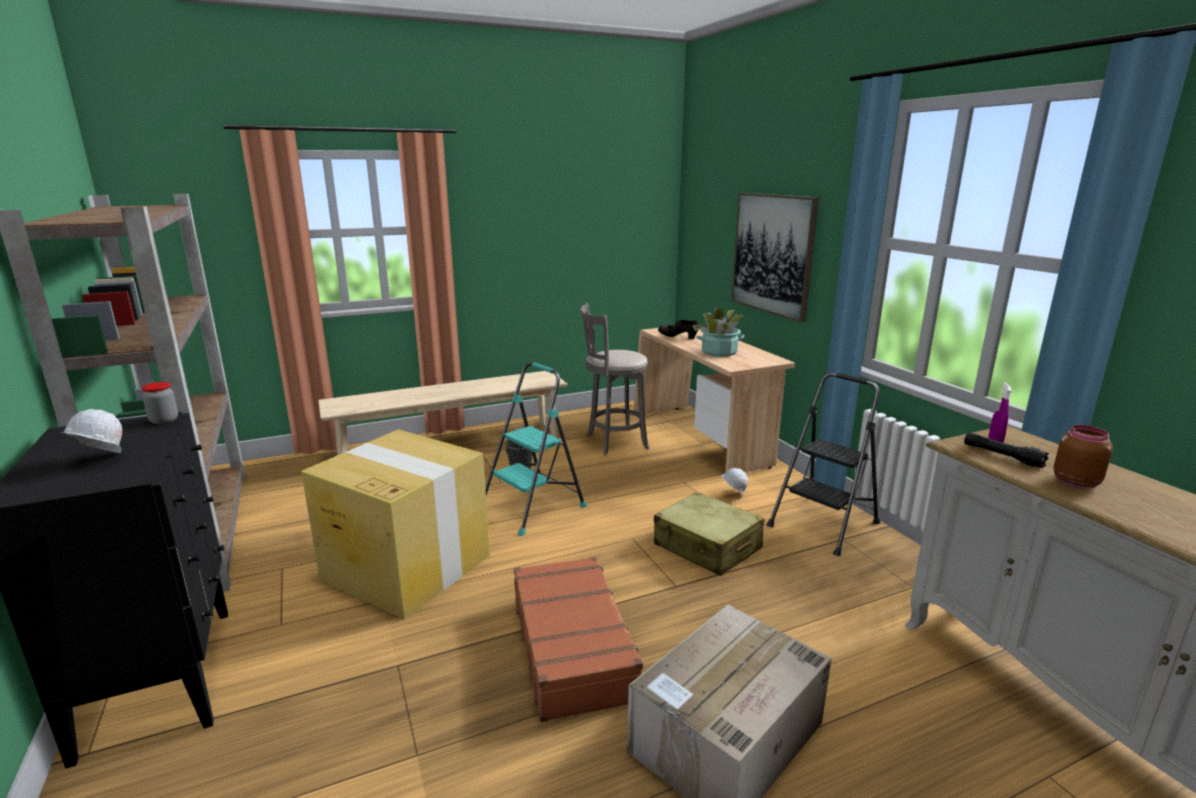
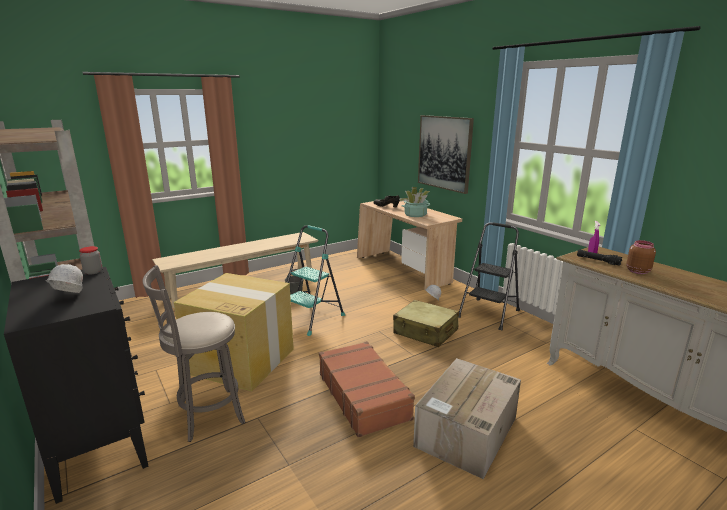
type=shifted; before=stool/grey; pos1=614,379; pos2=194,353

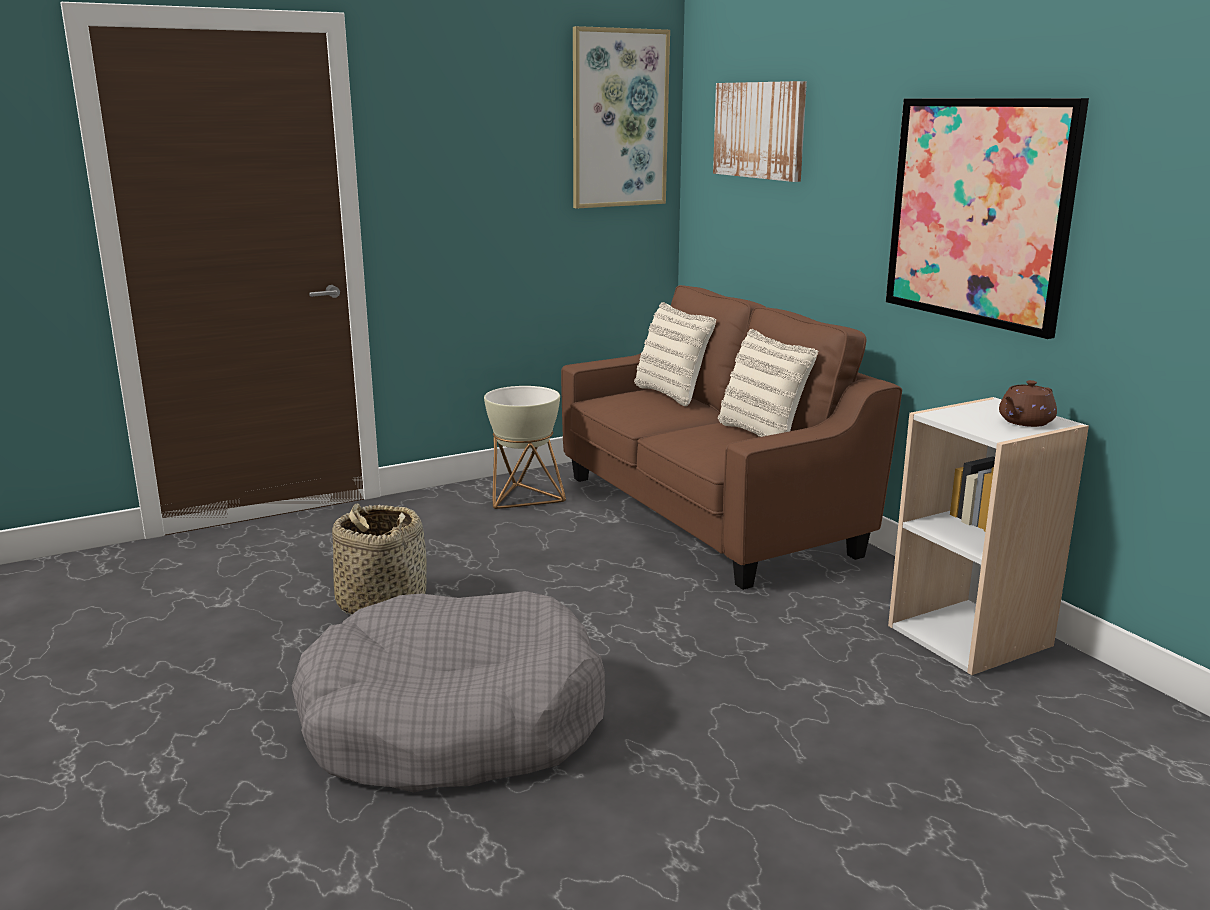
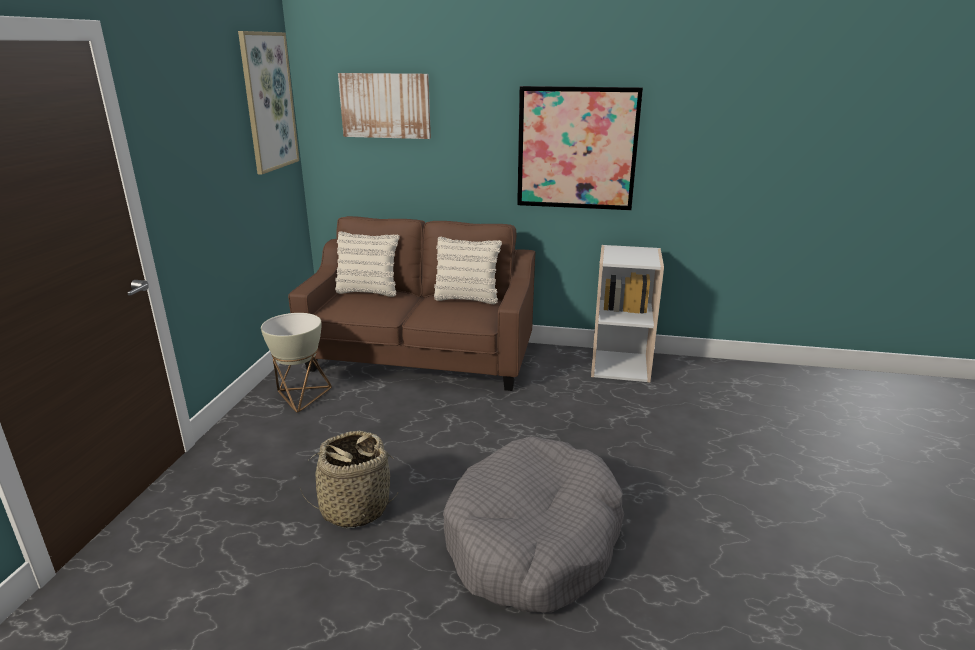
type=gone; before=teapot/brown; pos1=1028,403

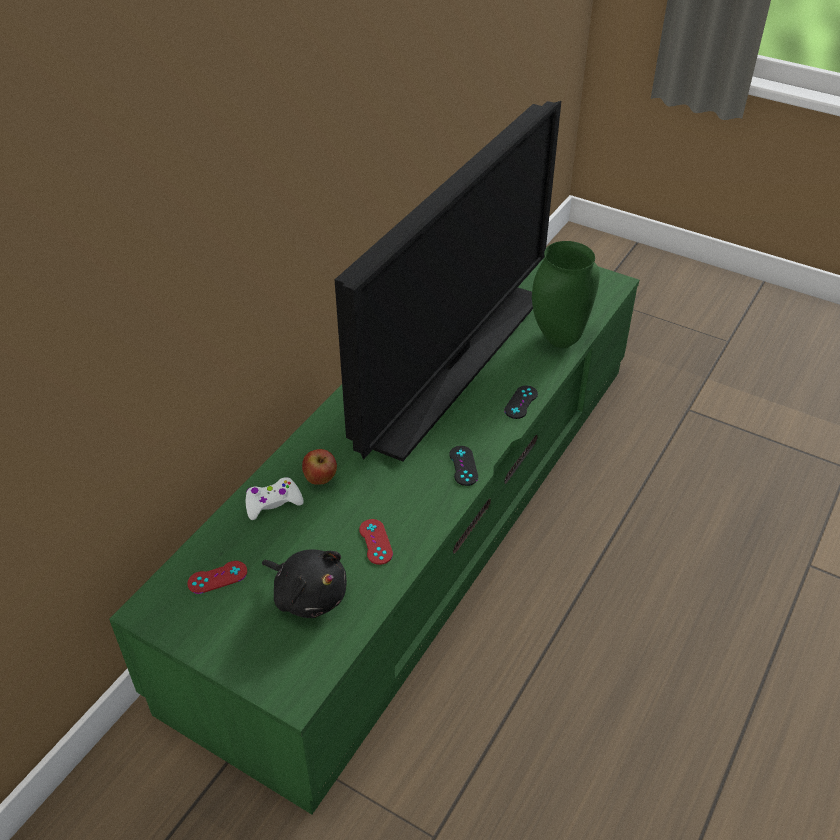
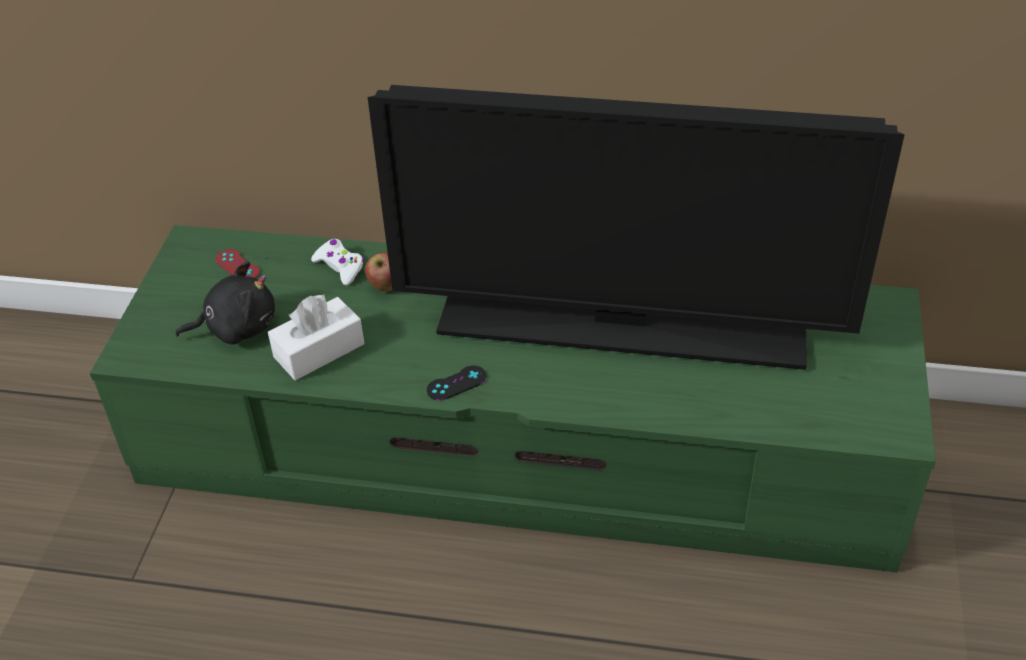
type=gone; before=vase/green; pos1=566,294
type=gone; before=game controller/black; pos1=521,402
type=swapped; before=game controller/red; after=tissue box/white; pos1=376,542; pos2=316,337
type=rotated; before=plush toy/black; pos1=304,583; pos2=225,303; turn=-120

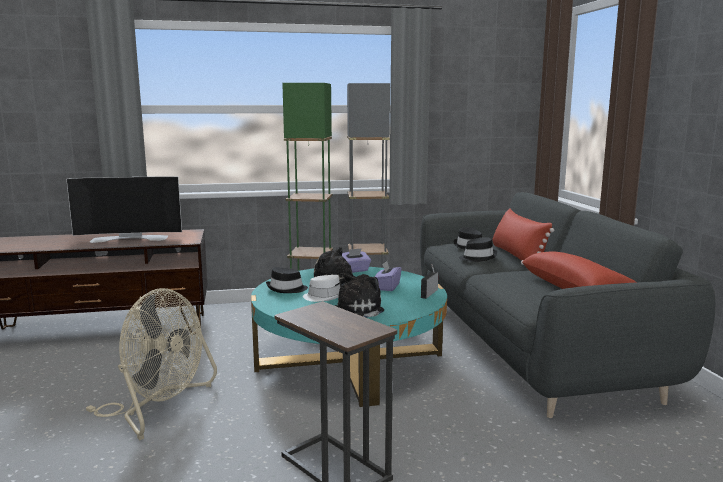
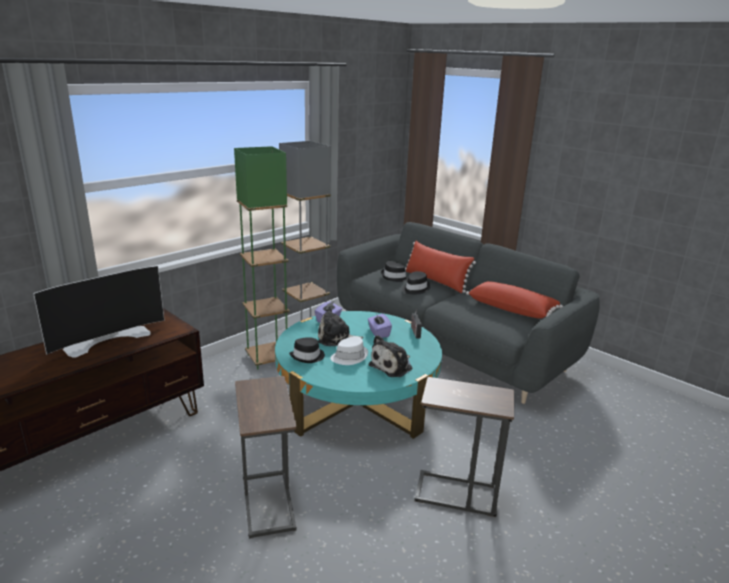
type=rotated; before=plush toy; pos1=359,295; pos2=390,356; turn=-150
type=swapped; before=fan/beige; after=side table/brown; pos1=151,364; pos2=266,457

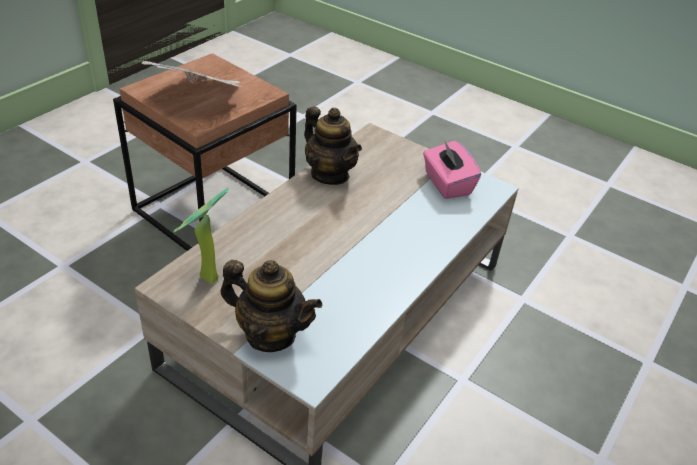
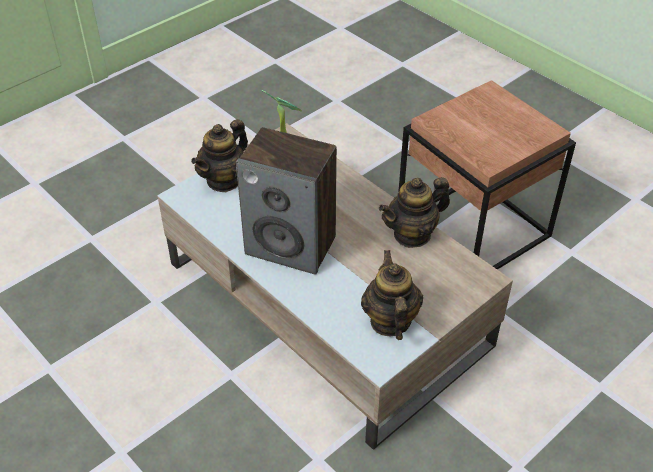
type=gone; before=newspaper; pos1=192,74
type=swapped; before=tissue box/pink; after=teapot; pos1=452,170; pos2=392,295
type=new; after=speaker; pos2=286,201

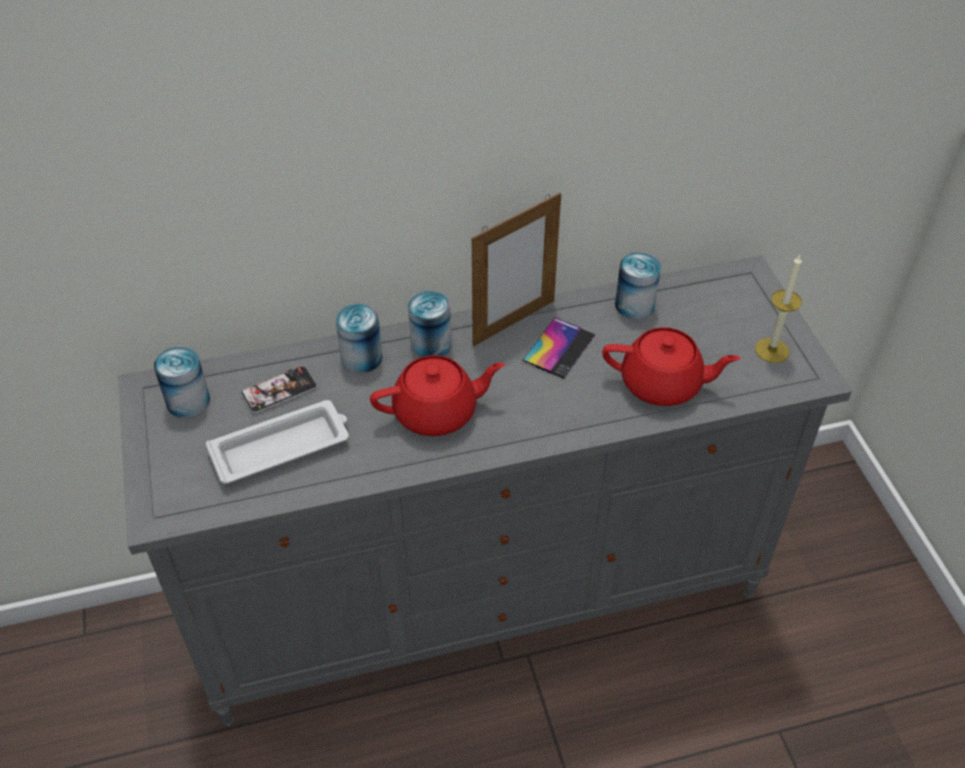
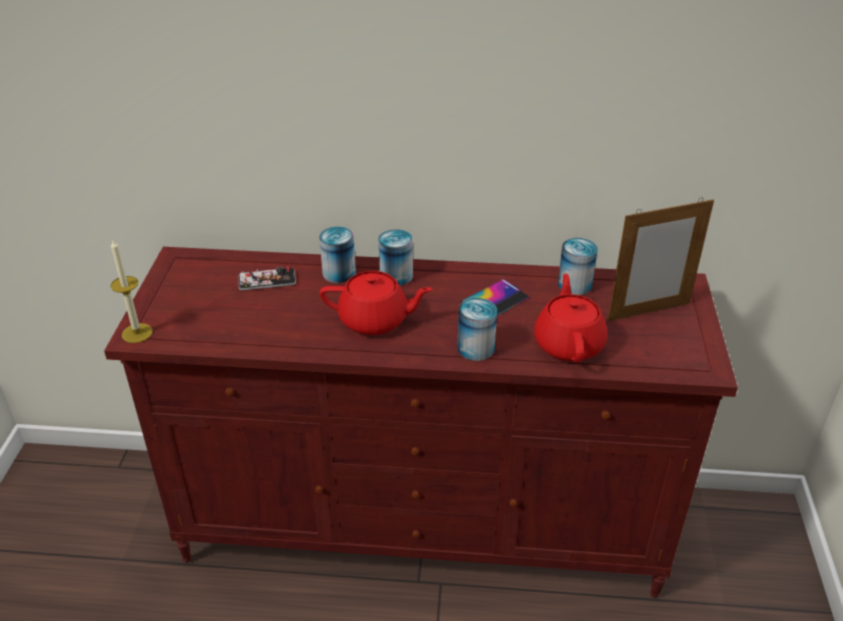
type=shifted; before=picture frame; pos1=516,269; pos2=661,259
type=shifted; before=candle; pos1=778,308; pos2=132,291
type=repainted; before=dresser/grey; after=dresser/red; pos1=485,490; pos2=421,422
type=rotated; before=teapot/red; pos1=671,366; pos2=570,317; turn=-120
type=shifted; before=can; pos1=182,382; pos2=477,329
type=gone; before=tray/white; pos1=277,442

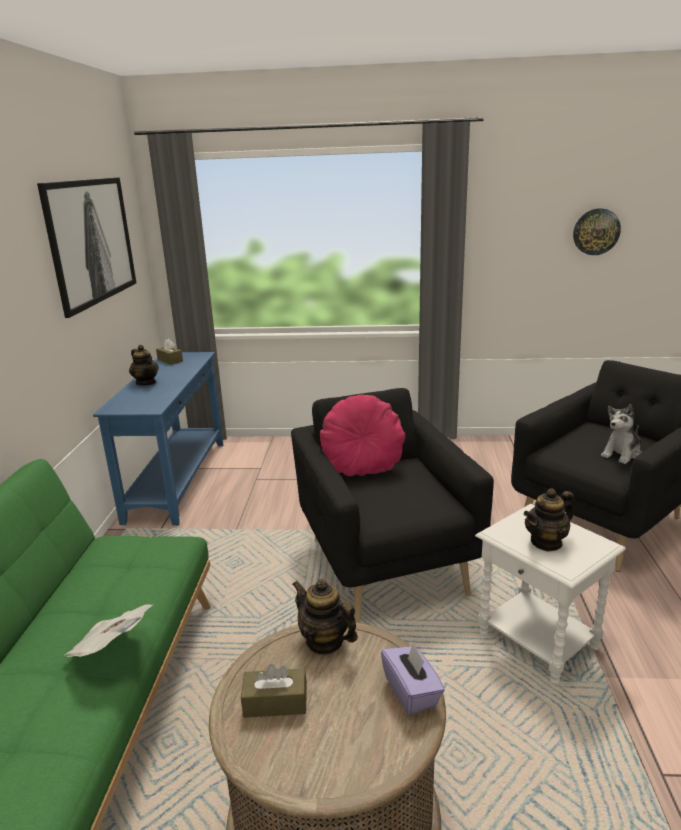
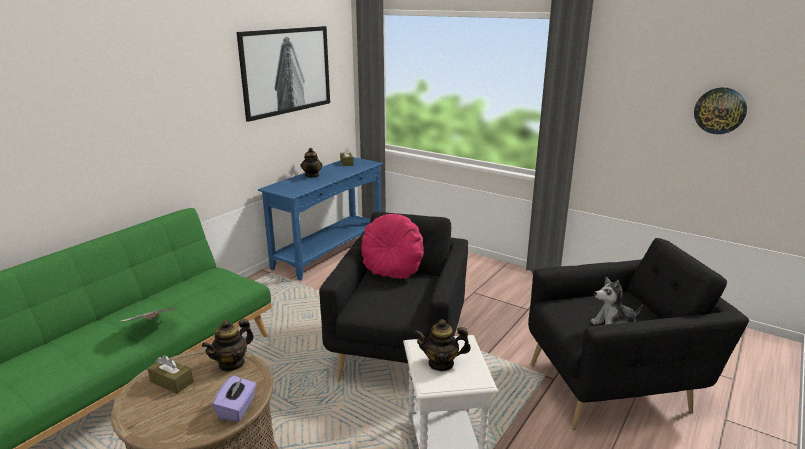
type=rotated; before=teapot; pos1=325,617; pos2=228,345; turn=-120

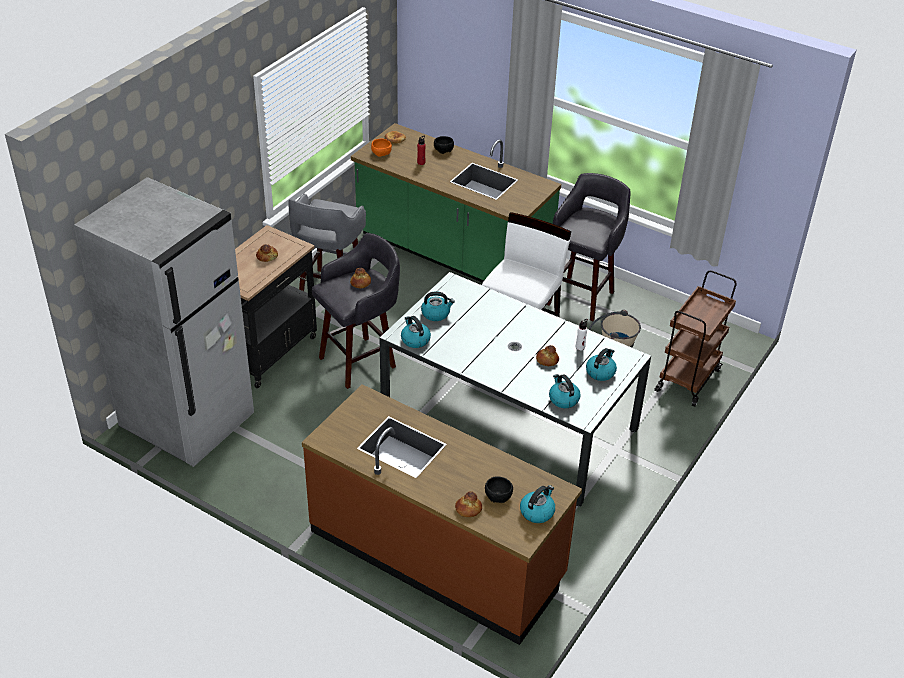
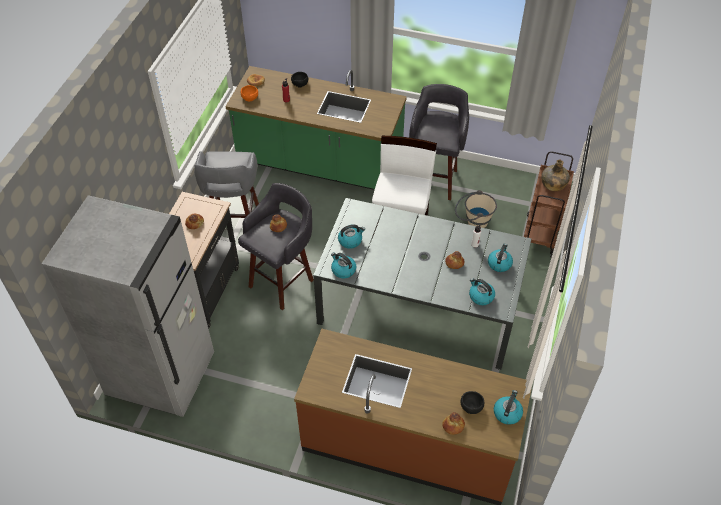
type=new; after=bottle/green; pos2=555,175

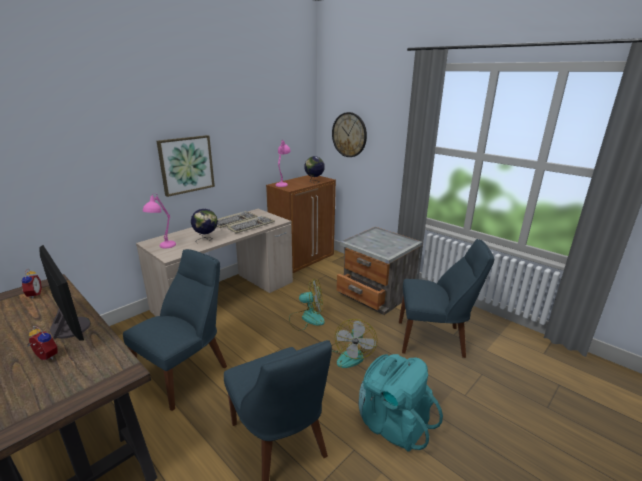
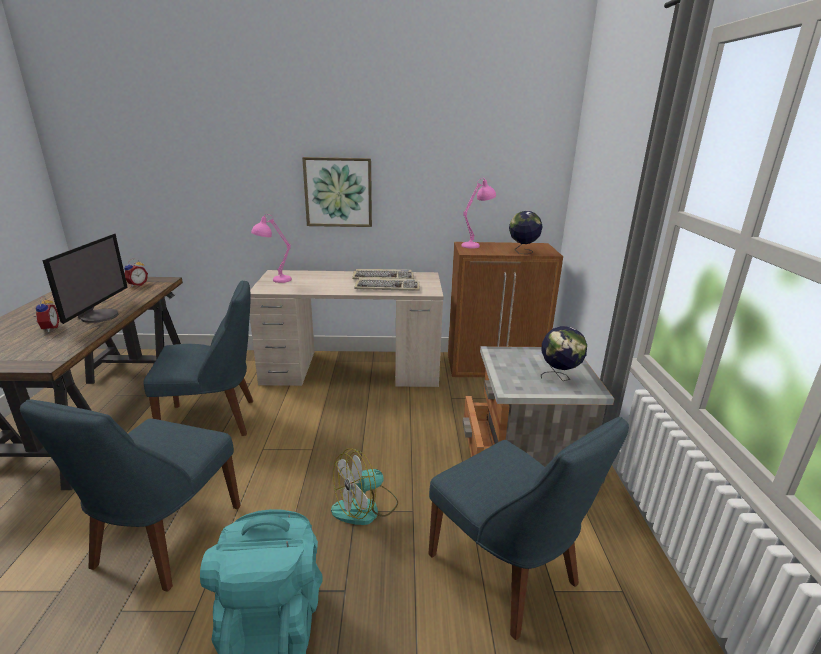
type=gone; before=wall clock; pos1=349,134
type=shifted; before=globe; pos1=204,225; pos2=564,353
type=gone; before=fan; pos1=307,304

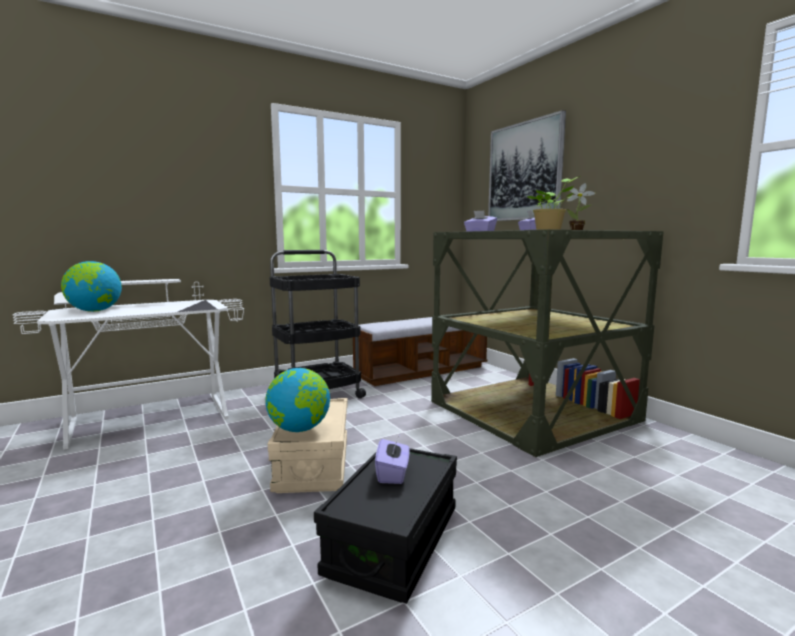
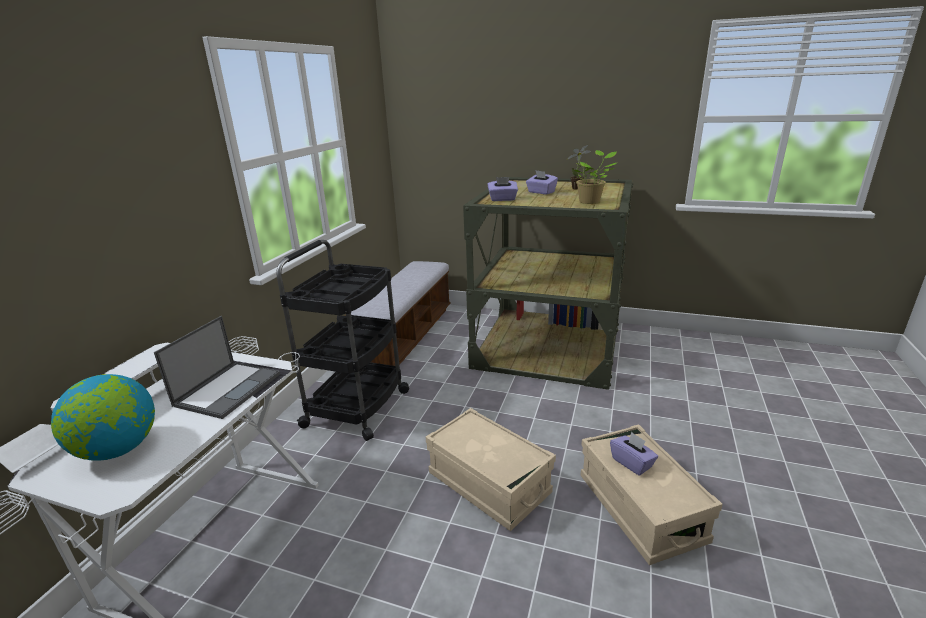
type=gone; before=picture; pos1=527,165
type=gone; before=globe; pos1=297,400
type=repainted; before=storage box/black; after=storage box/beige; pos1=385,526; pos2=652,494
type=new; after=laptop; pos2=217,367

